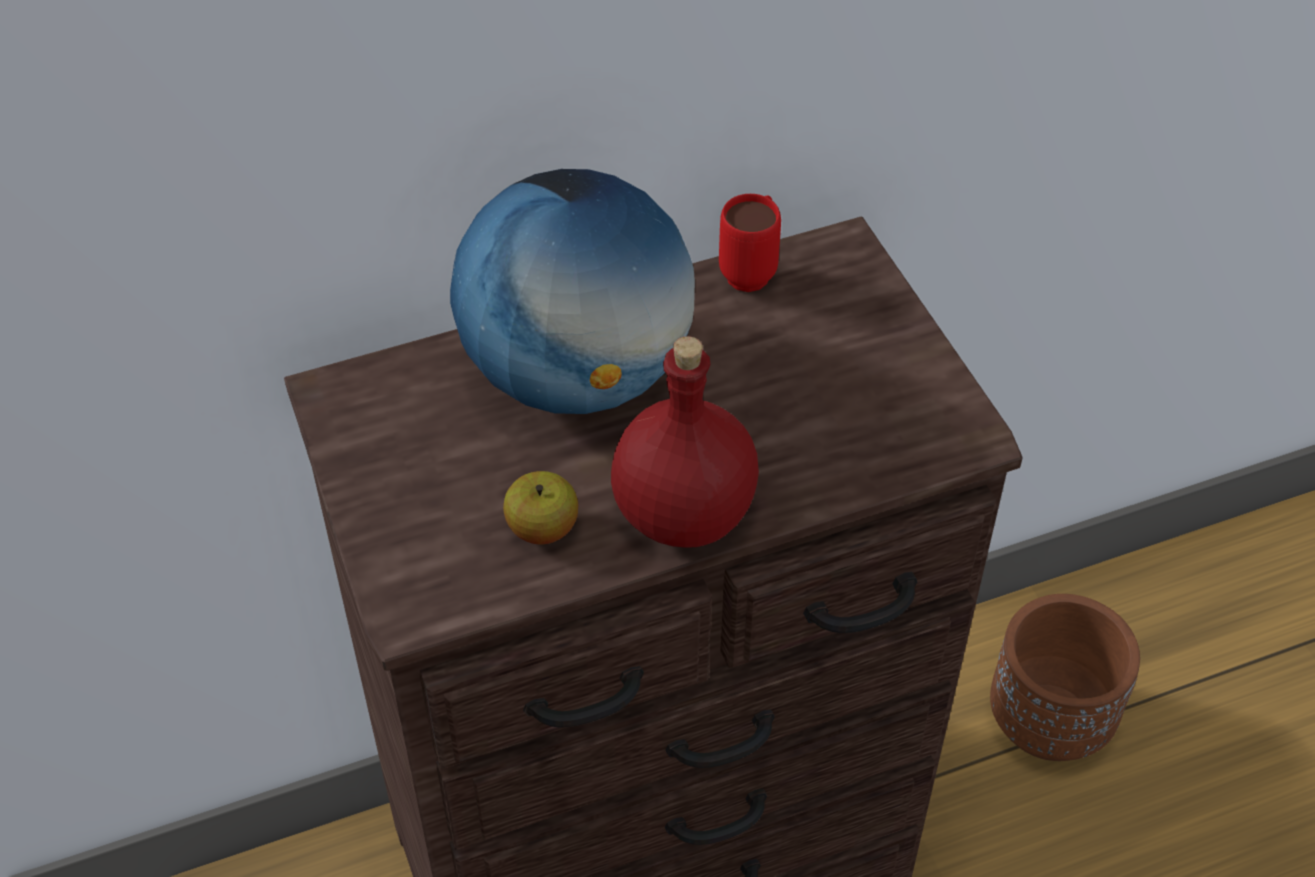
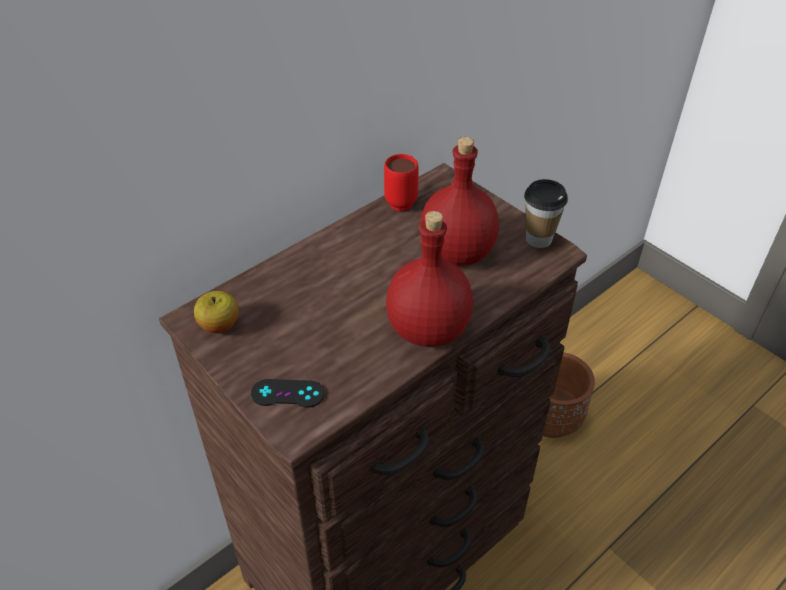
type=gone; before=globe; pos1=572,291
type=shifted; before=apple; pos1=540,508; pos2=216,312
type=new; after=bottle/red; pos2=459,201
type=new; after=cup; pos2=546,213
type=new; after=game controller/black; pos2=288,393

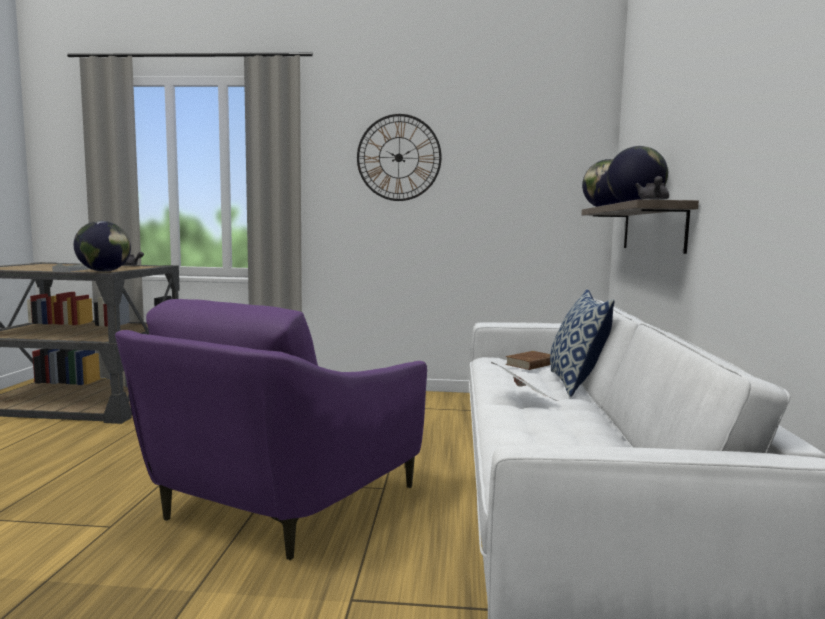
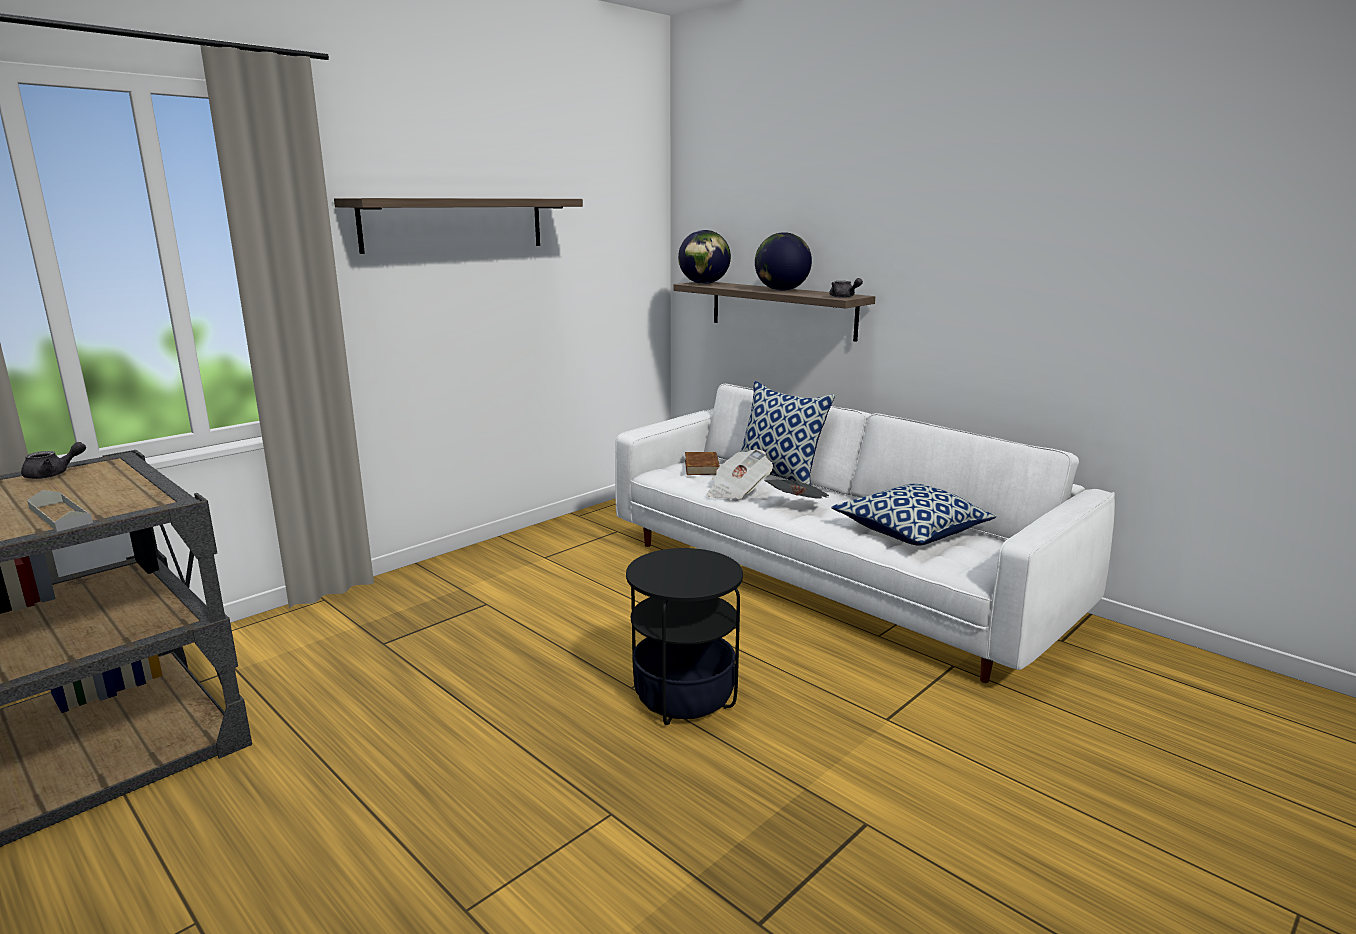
type=swapped; before=wall clock; after=shelf; pos1=399,157; pos2=458,226
type=gone; before=globe; pos1=102,246
type=swapped; before=armchair/purple; after=side table/black; pos1=271,429; pos2=684,636
type=new; after=newspaper; pos2=740,474
type=new; after=pillow; pos2=914,515

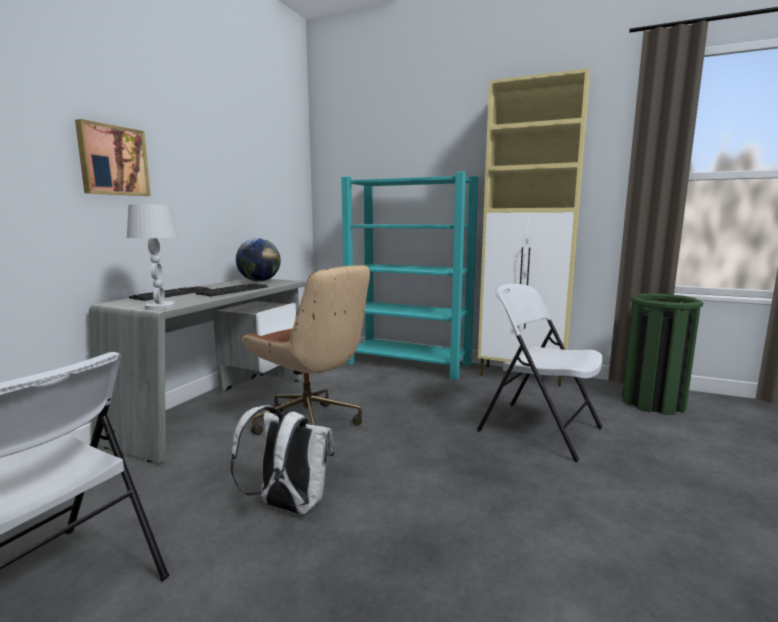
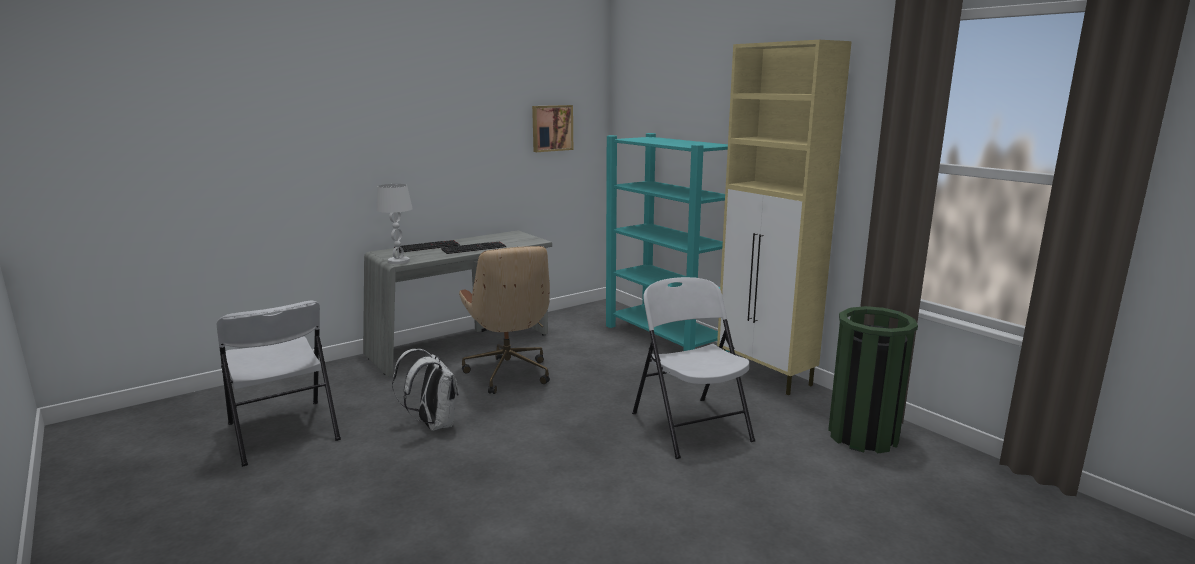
type=shifted; before=picture; pos1=113,157; pos2=552,128
type=gone; before=globe; pos1=258,260

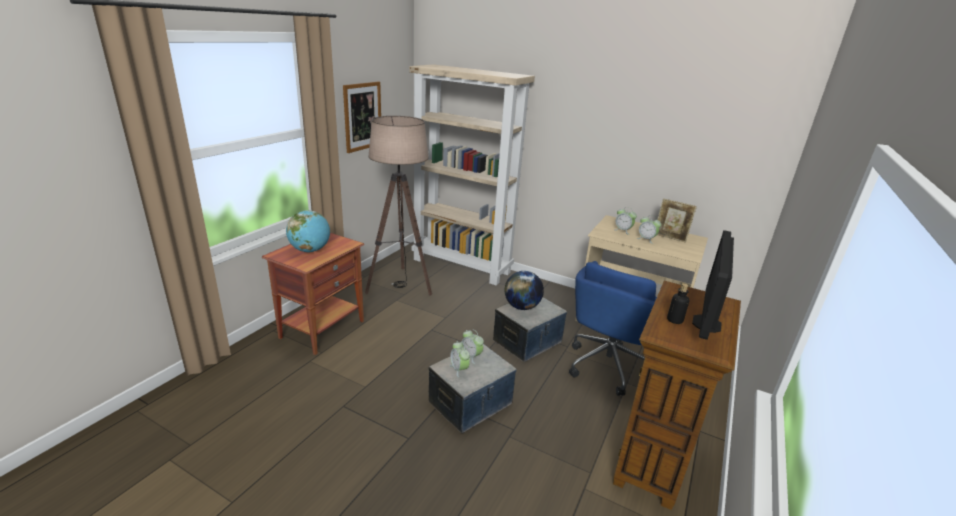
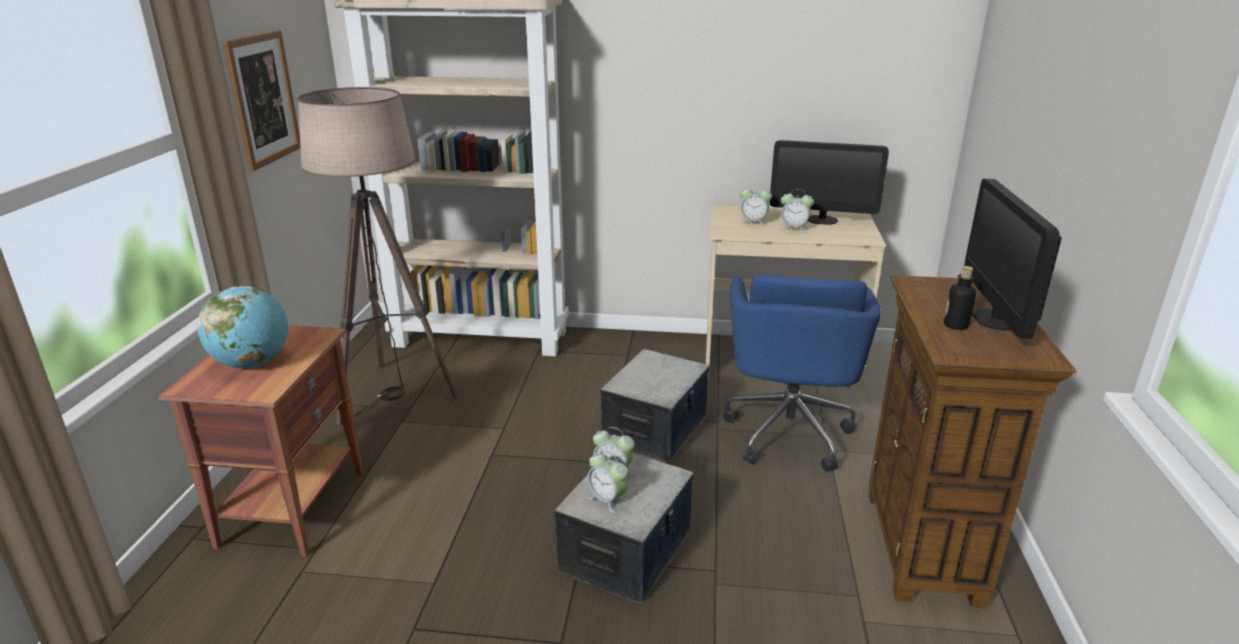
type=swapped; before=picture frame; after=monitor; pos1=677,220; pos2=829,182
type=gone; before=globe; pos1=524,290

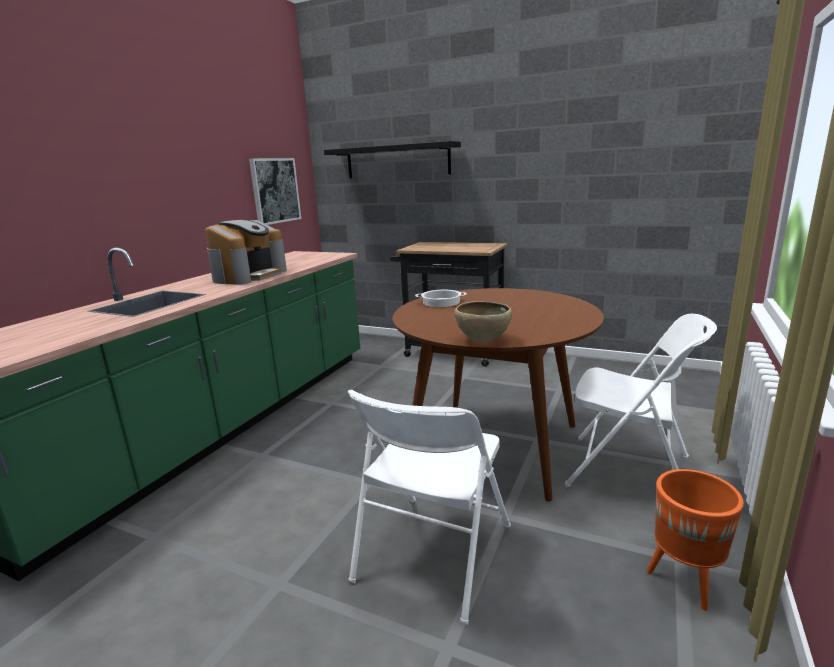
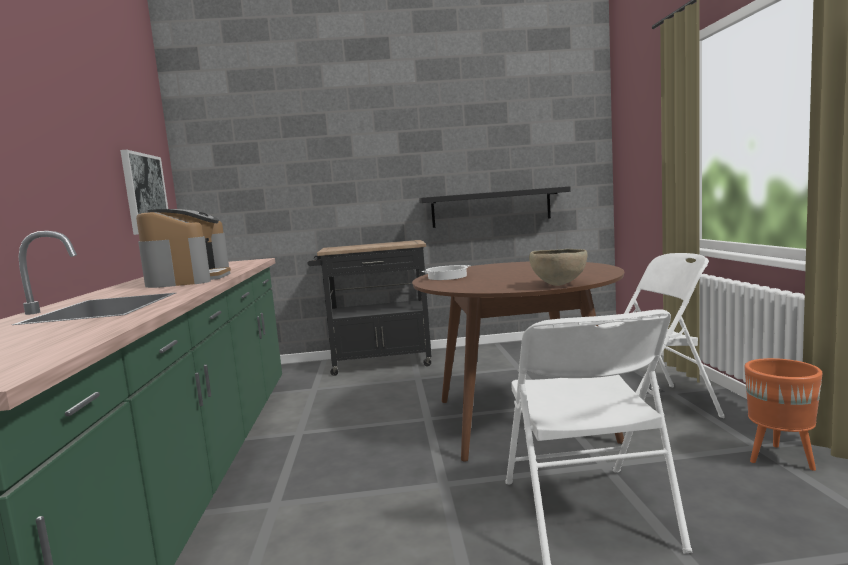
type=shifted; before=shelf/black; pos1=392,159; pos2=495,207

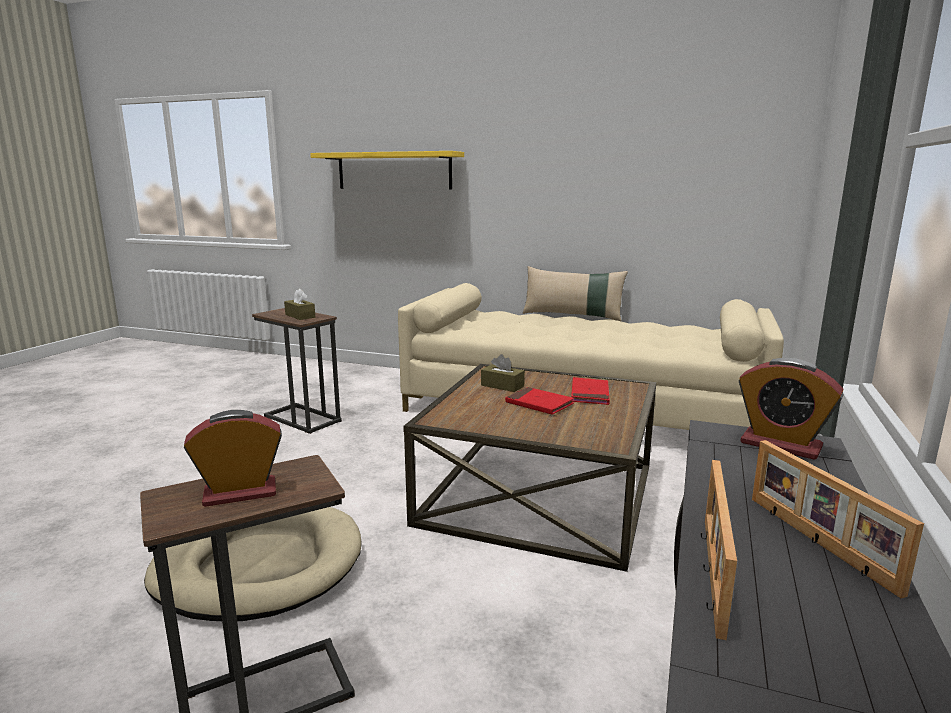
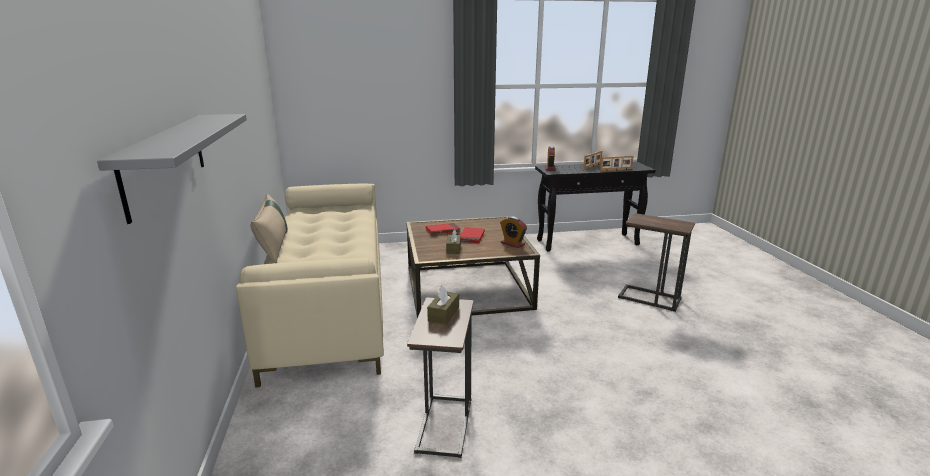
type=repainted; before=shelf/yellow; after=shelf/grey; pos1=387,170; pos2=172,169
type=shifted; before=alarm clock; pos1=233,458; pos2=513,232
type=gone; before=dog bed/beige; pos1=253,564

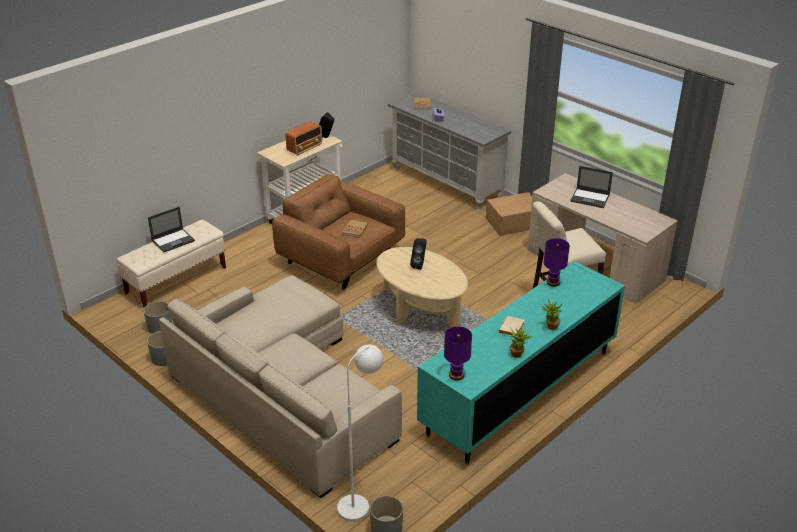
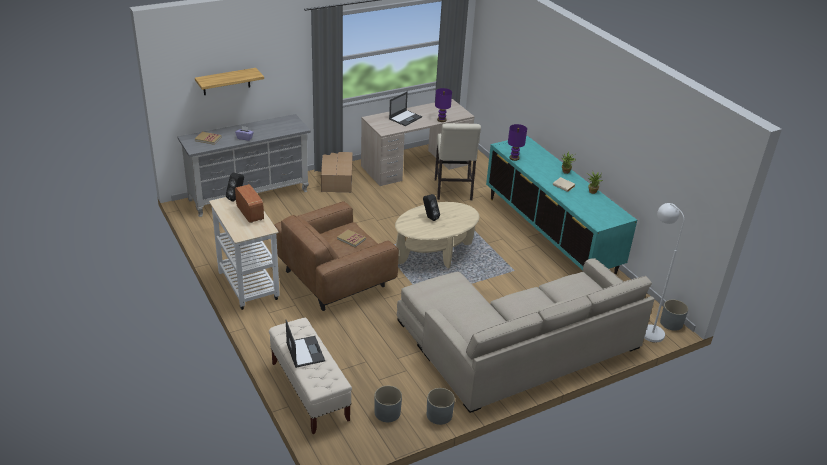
type=shifted; before=table lamp/purple; pos1=458,353; pos2=443,105
type=new; after=shelf; pos2=229,81

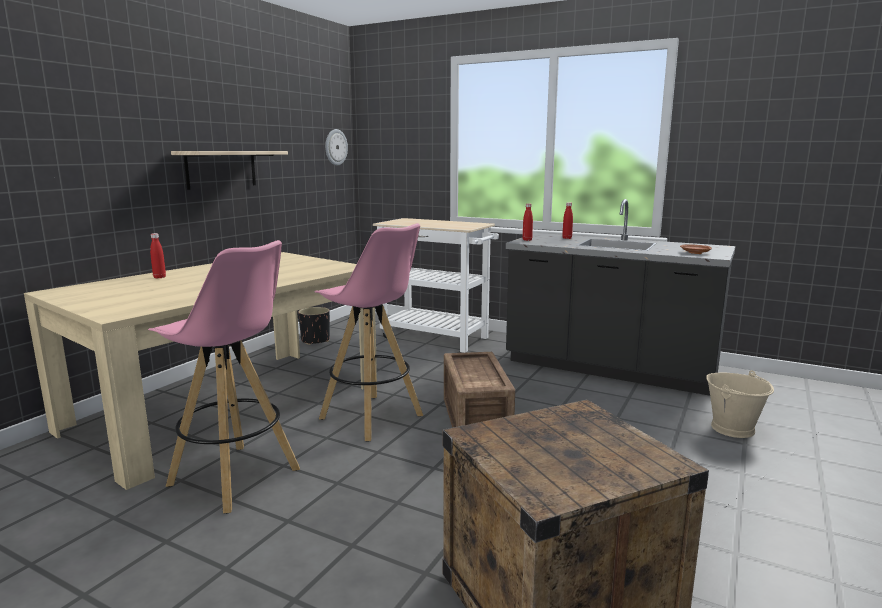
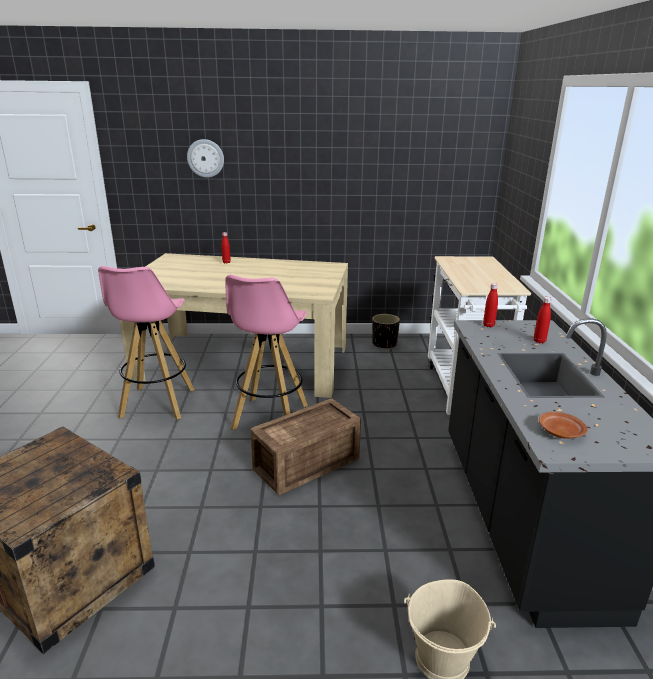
type=shifted; before=wall clock; pos1=336,147; pos2=205,158
type=gone; before=shelf; pos1=229,170

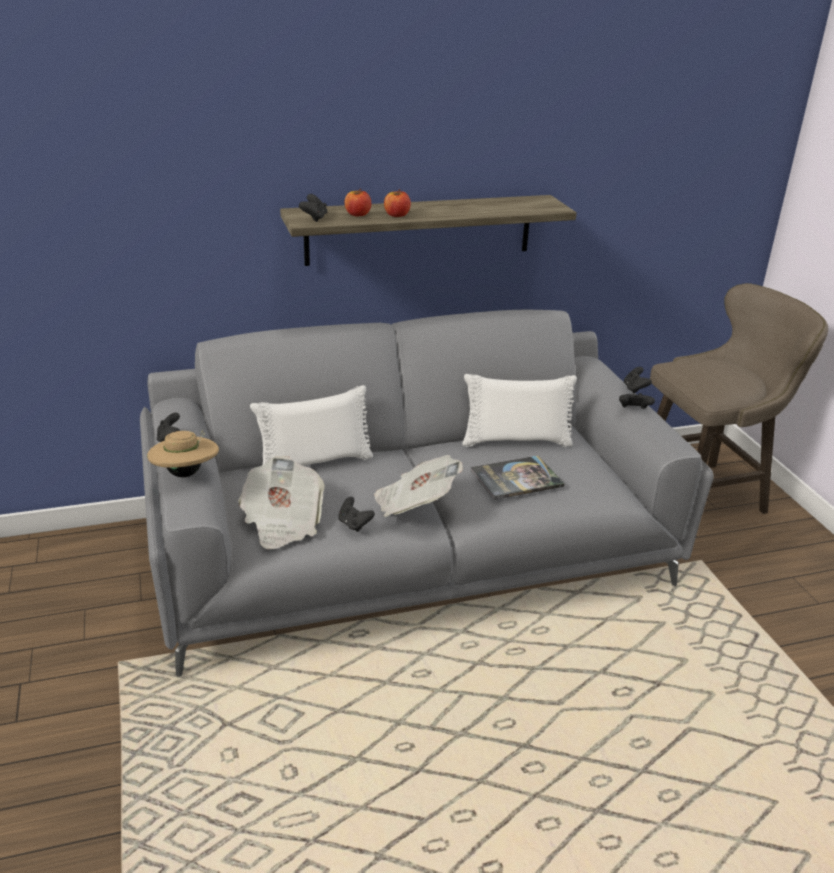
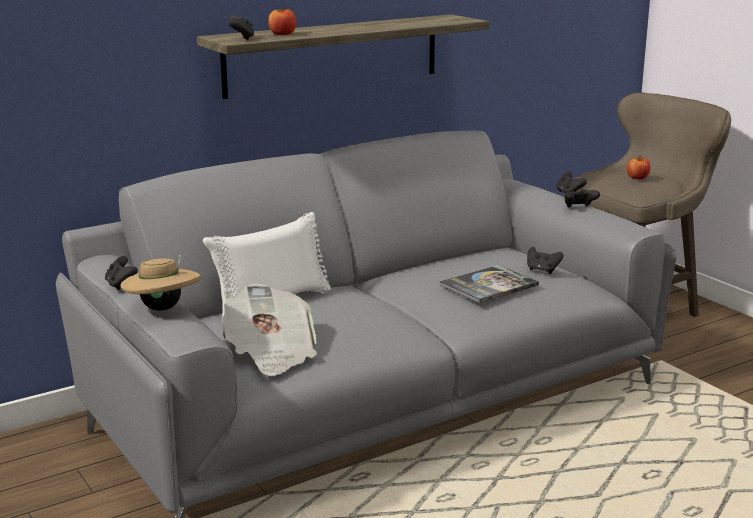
type=shifted; before=apple; pos1=397,203; pos2=639,167
type=gone; before=pillow/white; pos1=519,411
type=gone; before=newspaper; pos1=418,486
type=shifted; before=game controller/black; pos1=356,514; pos2=545,260

